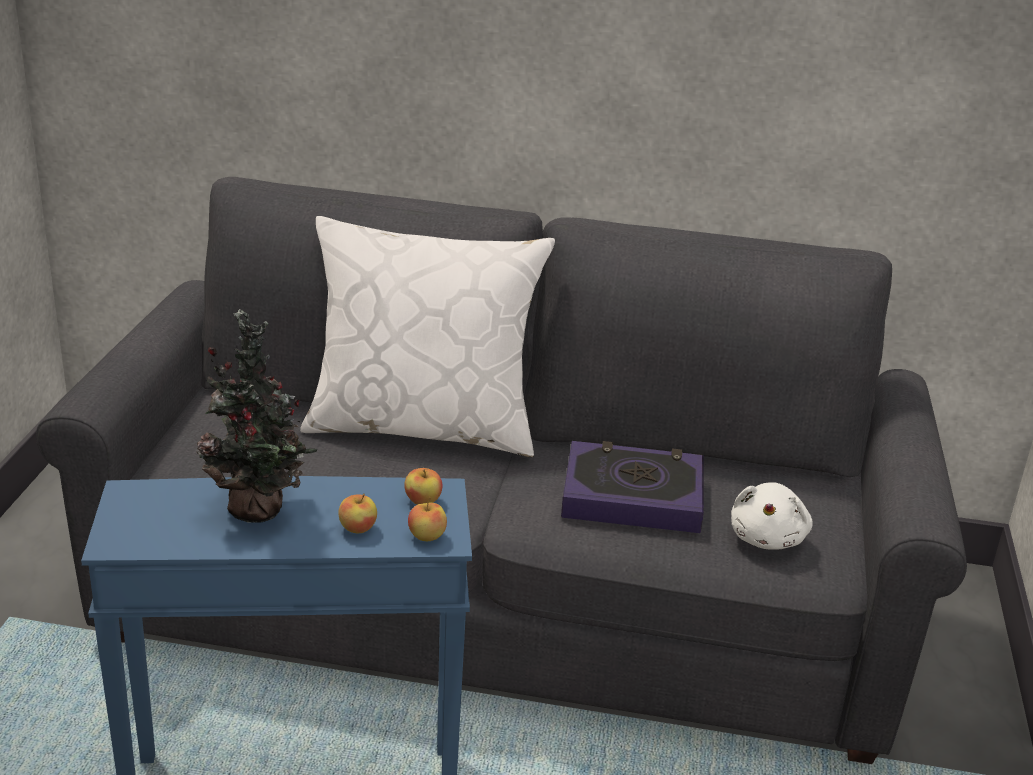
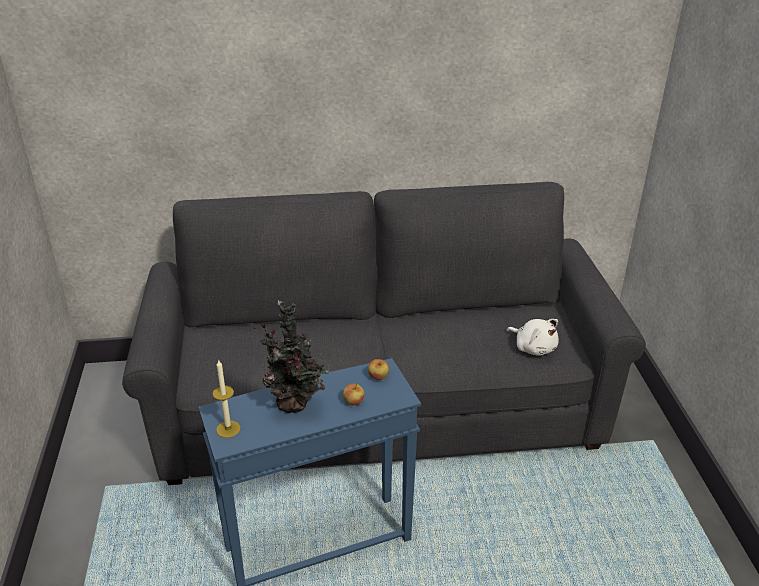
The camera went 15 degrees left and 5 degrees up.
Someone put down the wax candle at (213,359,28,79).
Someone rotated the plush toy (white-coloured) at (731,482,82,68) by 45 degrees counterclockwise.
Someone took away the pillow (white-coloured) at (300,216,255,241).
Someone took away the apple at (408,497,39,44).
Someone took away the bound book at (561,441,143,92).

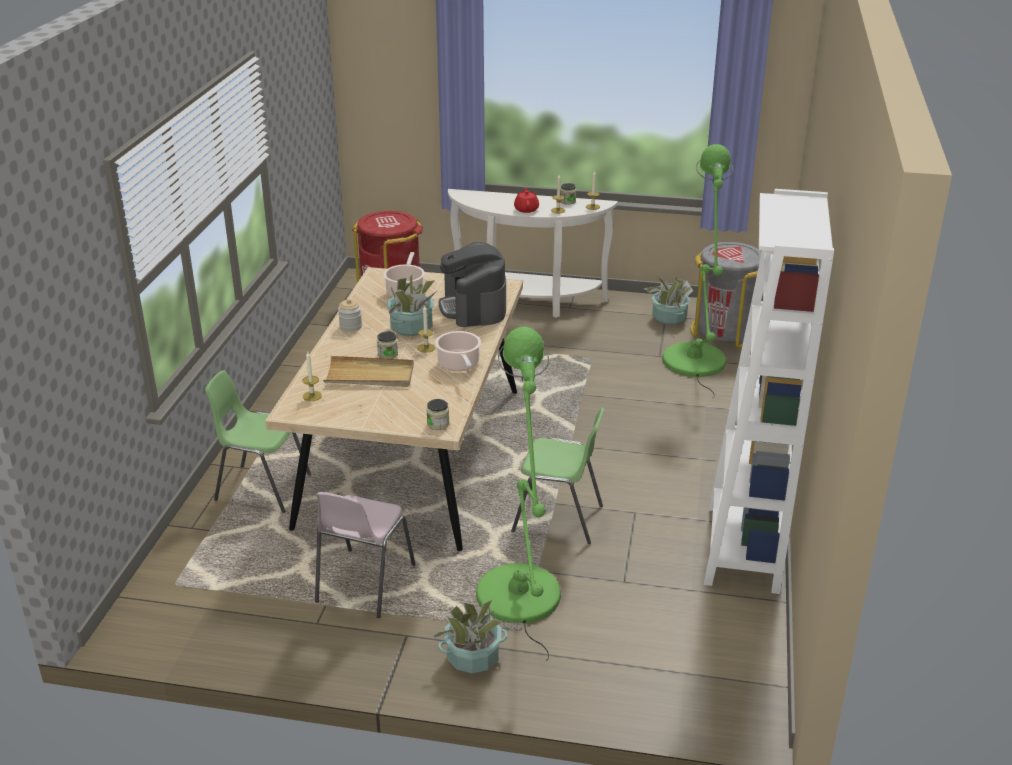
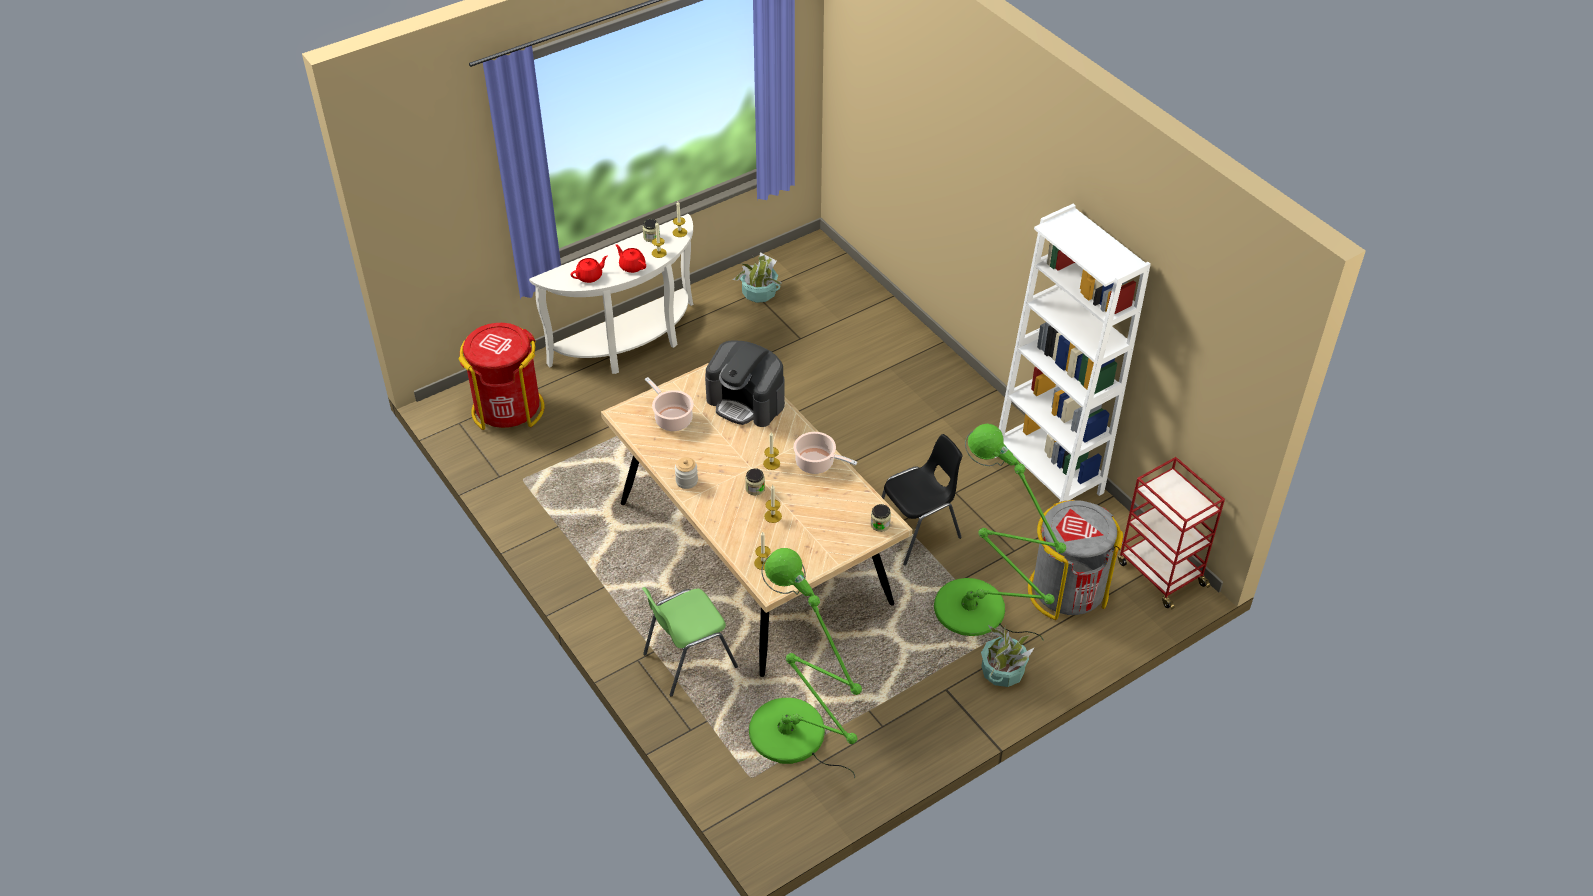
The camera went 45 degrees left and 15 degrees up.
Someone put down the pot for tea (reddish) at (571,256,37,27).
Someone carried the floor lamp (greenish) from (662,144,71,254) to (749,548,113,230).
Someone swapped the serving tray (sand-coloured) at (323,356,91,31) for the wax candle at (764,485,18,38).
Someone repainted the plain chair (greenish) at (511,408,94,136), which became the plain chair (black) at (882,434,80,132).
Someone carried the rubbish bin (greyish) from (690,242,72,106) to (1028,500,96,120).
Someone put down the wheeled cart (reddish) at (1118,457,107,152).
Someone took away the plain chair (pink) at (315,492,101,126).
Someone took away the potted plant at (387,274,51,62).

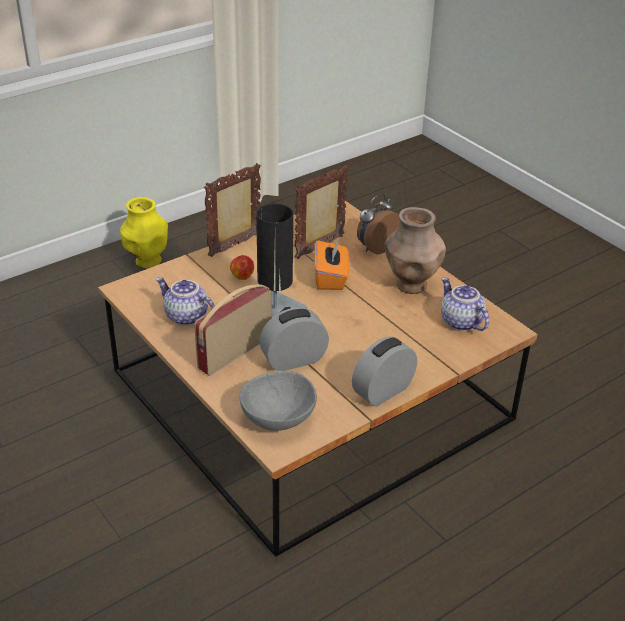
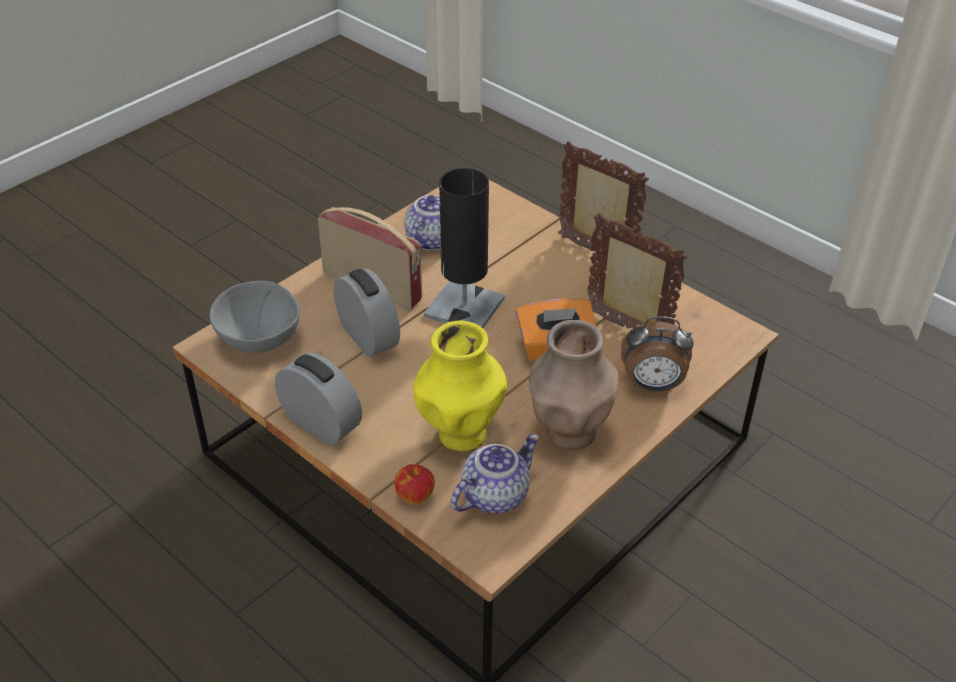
The camera went 80 degrees right and 5 degrees up.
Someone carried the apple from (230,255,24,25) to (394,464,41,41).
Someone carried the vase (yellow-coloured) from (120,197,48,72) to (413,321,94,131).
Someone rotated the bedside clock at (357,194,43,60) by 150 degrees clockwise.

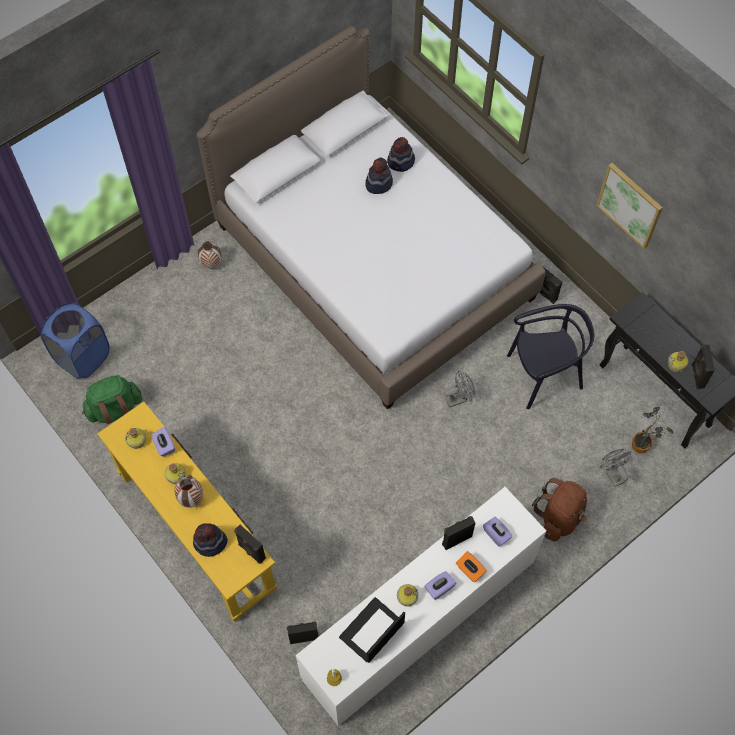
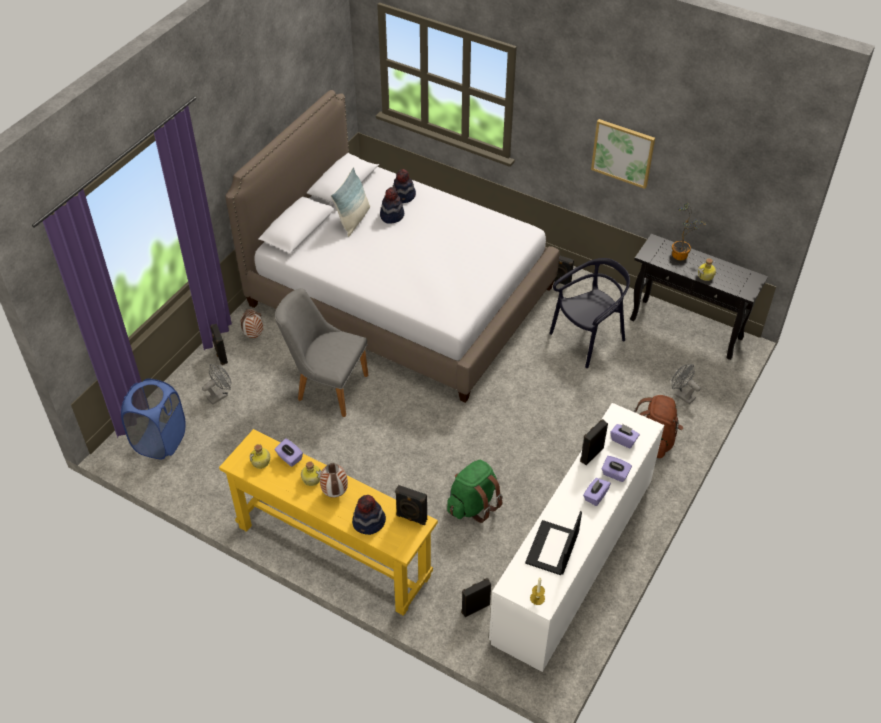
The camera went 20 degrees left and 15 degrees down.
Someone carried the electric fan (greyish) from (444,370,31,38) to (202,364,29,40).
Someone carried the speaker (black) from (692,344,23,45) to (210,324,18,41).
Someone put down the plain chair (greyish) at (275,288,93,129).
Someone put down the pillow at (331,167,39,70).
Someone carried the backpack (greenish) from (82,375,61,51) to (447,460,56,63).
Someone repainted the tissue holder (orangey) at (456,551,31,31), which became the tissue holder (purple) at (602,456,30,26).
Someone carried the potted plant from (632,407,41,46) to (672,203,35,57).
Someone took away the beverage bottle at (397,584,22,23).

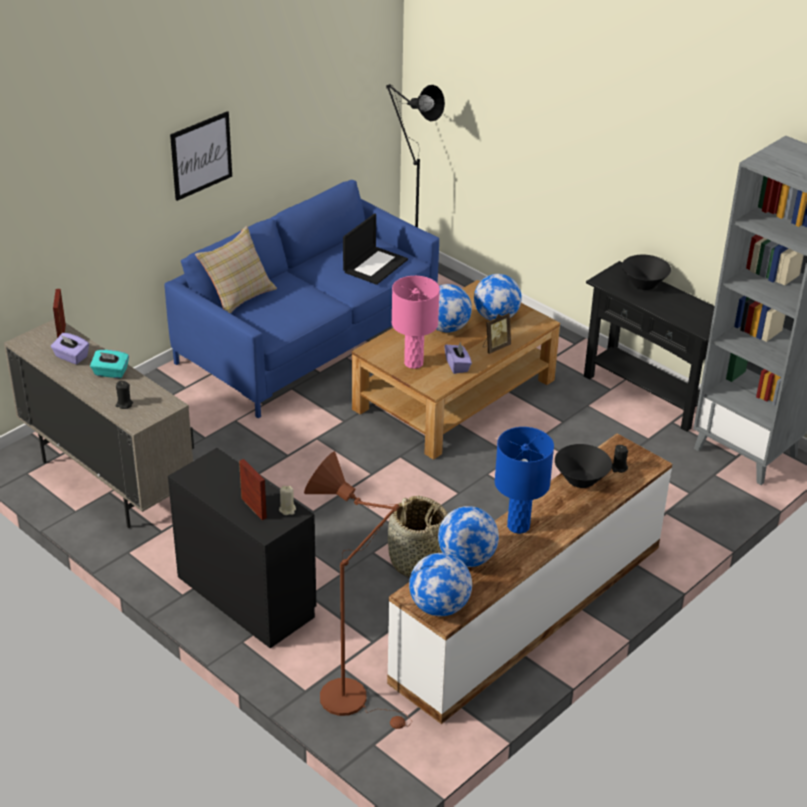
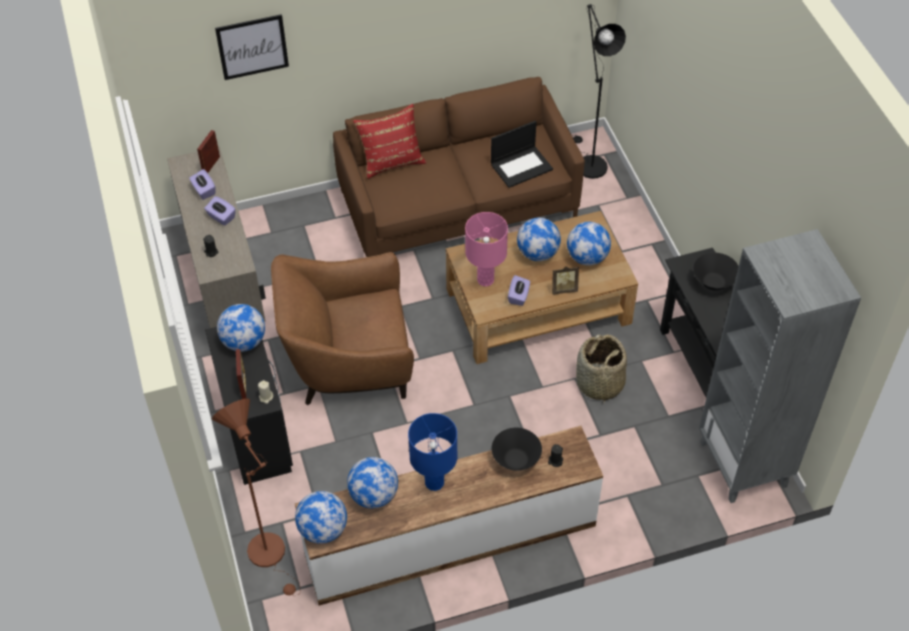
The camera went 30 degrees right and 15 degrees up.
Someone repainted the tissue holder (blue-green) at (90,350,39,28), which became the tissue holder (purple) at (204,196,32,30).
Someone carried the picture from (170,111,62,90) to (215,14,74,66).
Someone put down the desk globe at (217,304,48,48).
Someone put down the armchair (brownish) at (271,252,143,153).
Someone repainted the couch (blue) at (164,180,275,238), which became the couch (brownish) at (333,77,252,180).
Someone repainted the pillow (sand-coloured) at (195,226,82,87), which became the pillow (reddish) at (353,104,73,75).
Someone carried the basket from (388,495,60,82) to (576,334,51,70).

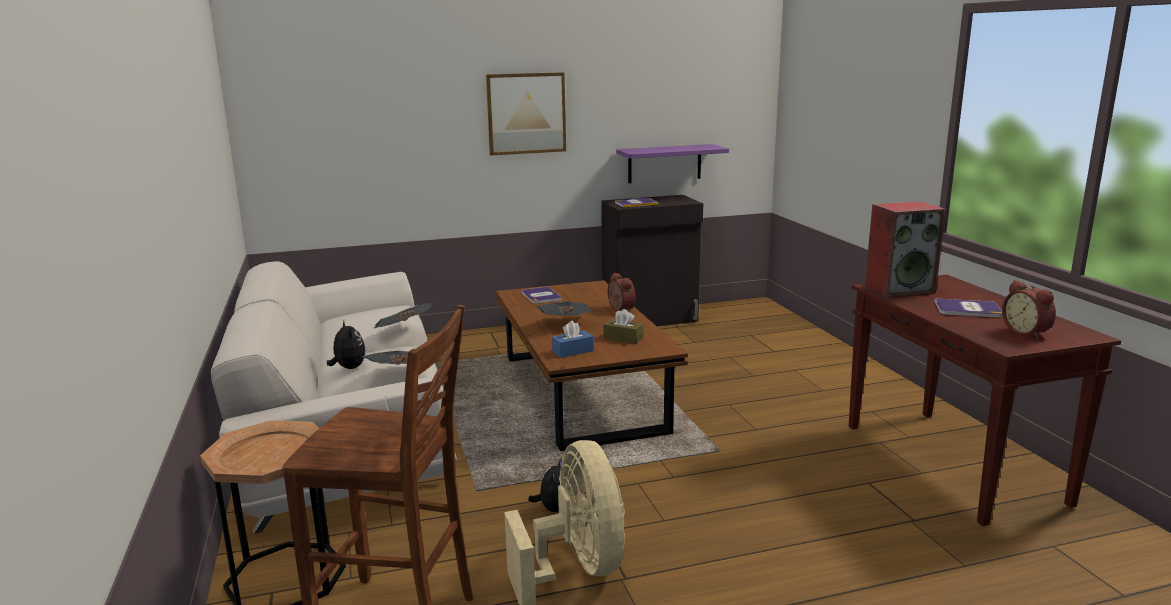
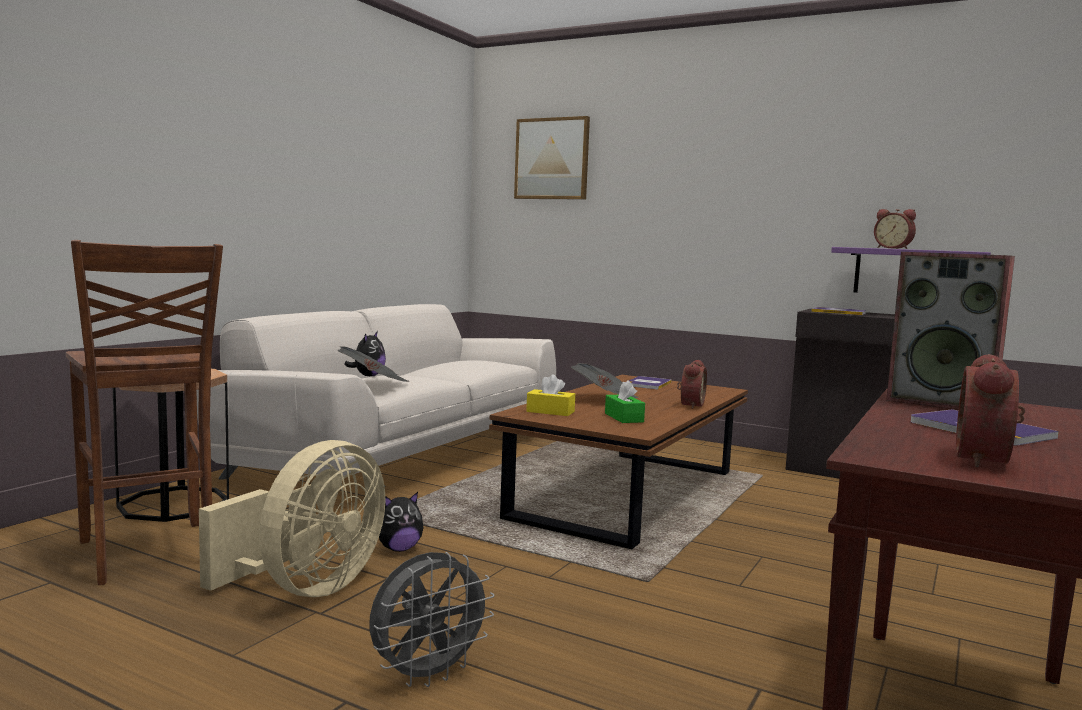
The camera went 45 degrees right and 10 degrees down.
Someone put down the electric fan (greyish) at (370,552,125,135).
Someone carried the picture from (486,72,80,83) to (514,116,76,84).
Someone repainted the tissue holder (blue) at (552,321,42,37), which became the tissue holder (yellow-coloured) at (526,375,49,41).
Someone repainted the tissue holder (brownish) at (603,309,40,35), which became the tissue holder (greenish) at (605,380,40,43).
Someone put down the bedside clock at (874,209,42,40).
Someone took away the printed paper at (374,303,59,25).

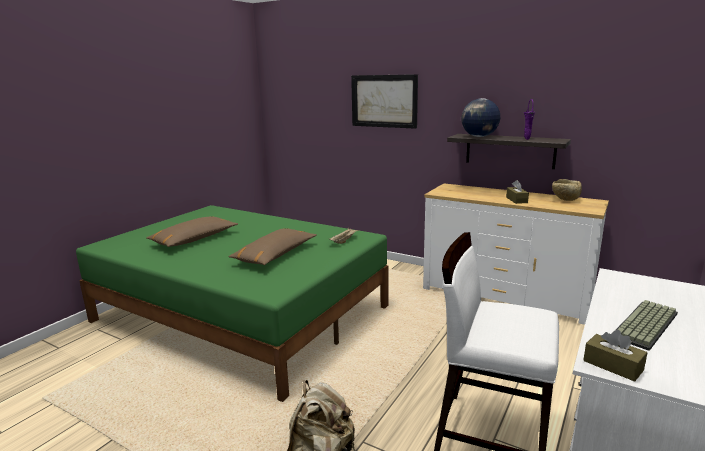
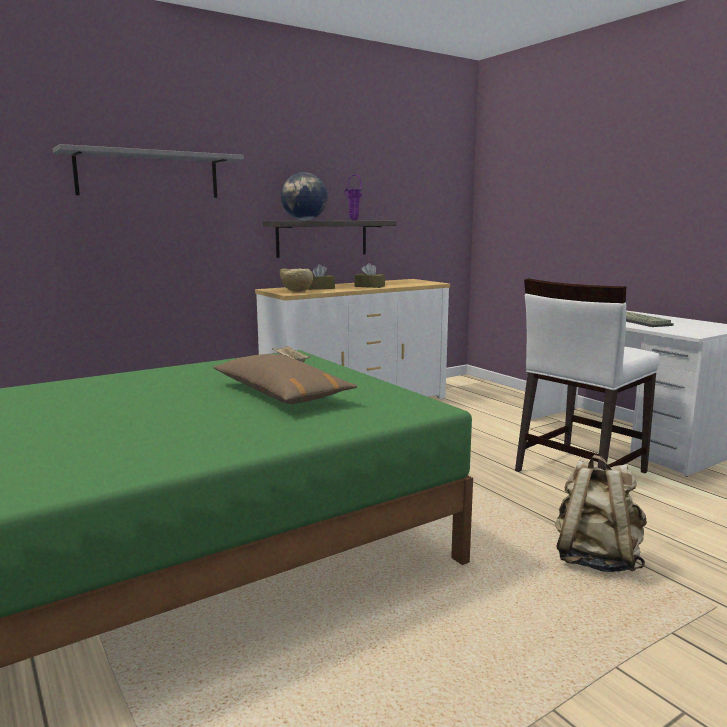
The camera went 65 degrees left and 5 degrees down.
Someone swapped the picture at (351,74,67,55) for the wall shelf (greyish) at (53,144,191,54).
Someone carried the serving bowl (sand-coloured) from (552,179,30,22) to (280,268,33,24).
Someone carried the tissue holder (brownish) from (583,330,64,52) to (307,264,28,26).
Someone took away the pillow (brownish) at (146,216,92,31).

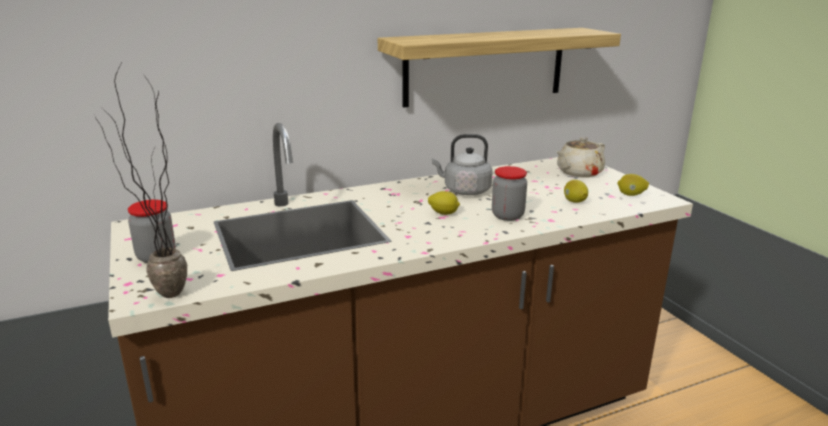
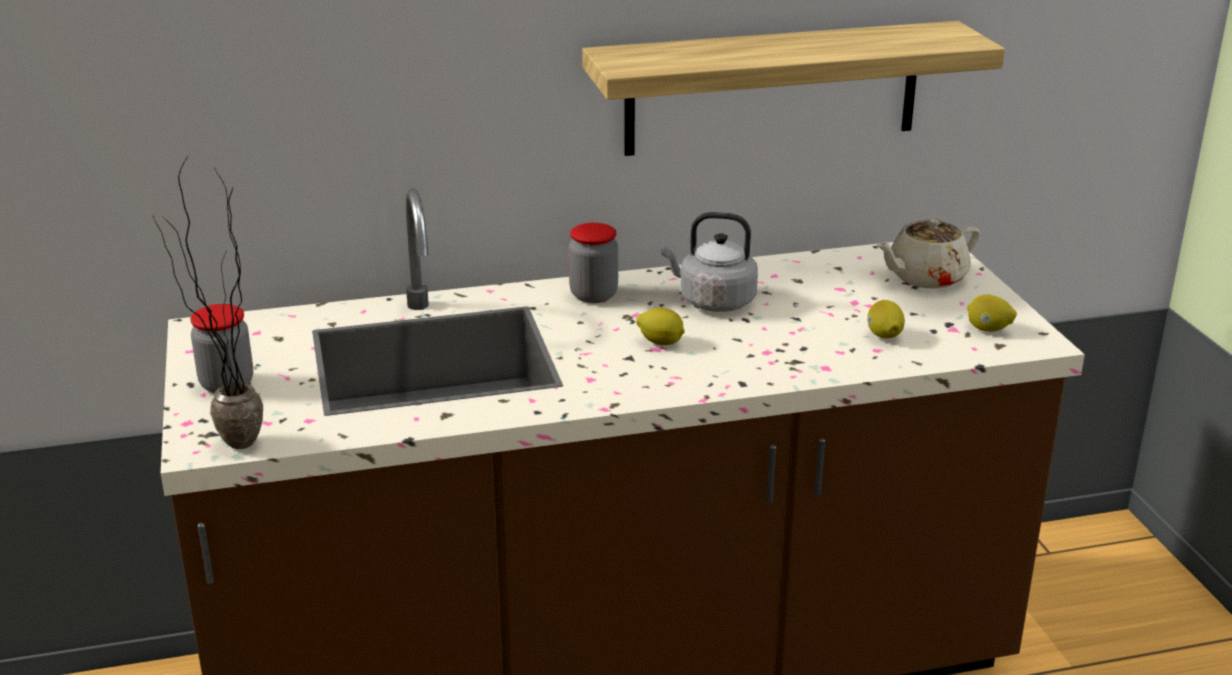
The camera went 10 degrees right and 5 degrees up.
Someone carried the storage jar from (492,166,35,55) to (569,223,49,80).

